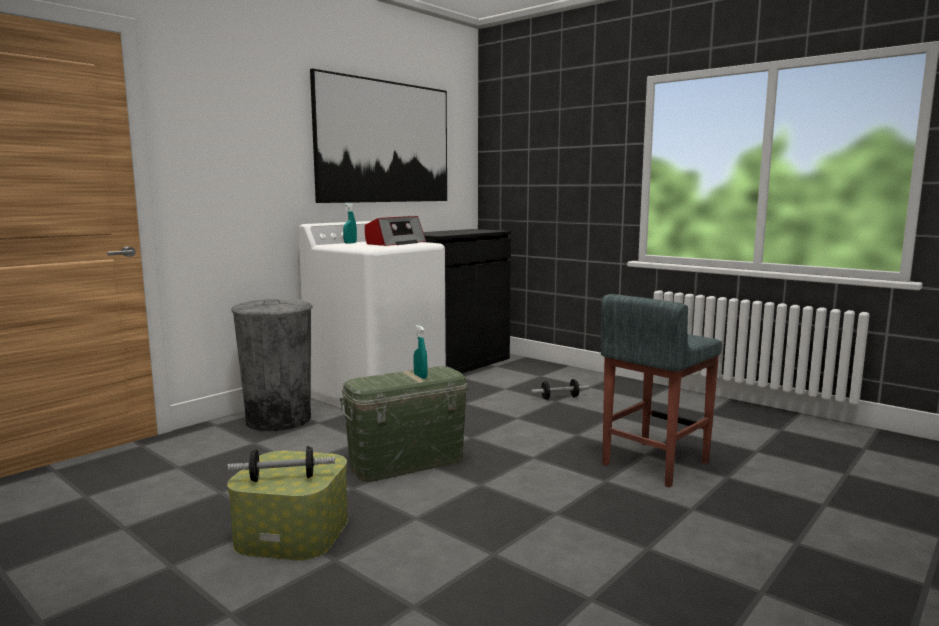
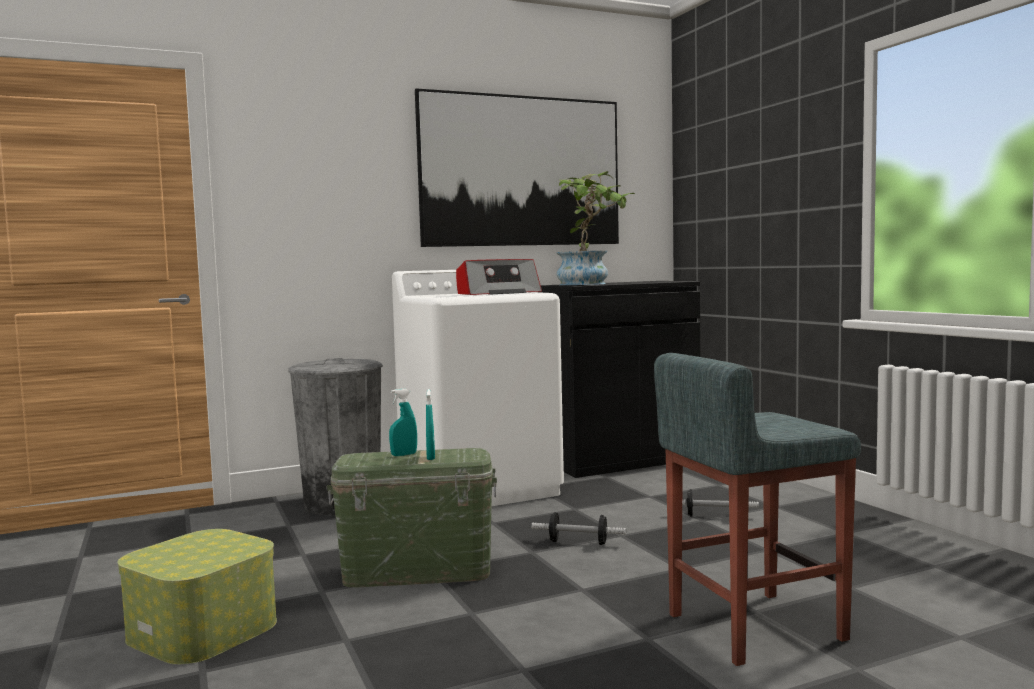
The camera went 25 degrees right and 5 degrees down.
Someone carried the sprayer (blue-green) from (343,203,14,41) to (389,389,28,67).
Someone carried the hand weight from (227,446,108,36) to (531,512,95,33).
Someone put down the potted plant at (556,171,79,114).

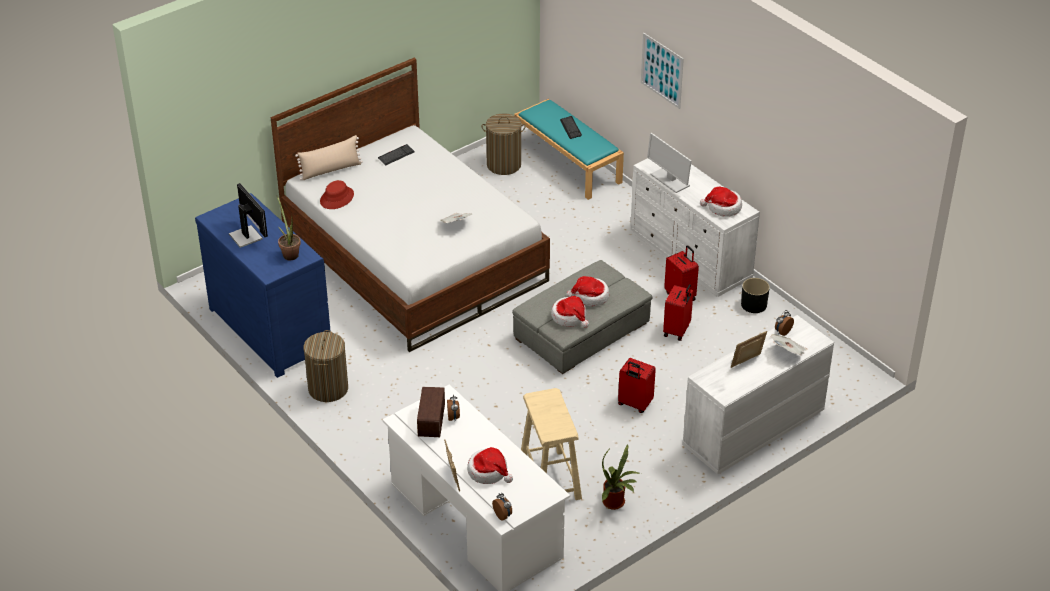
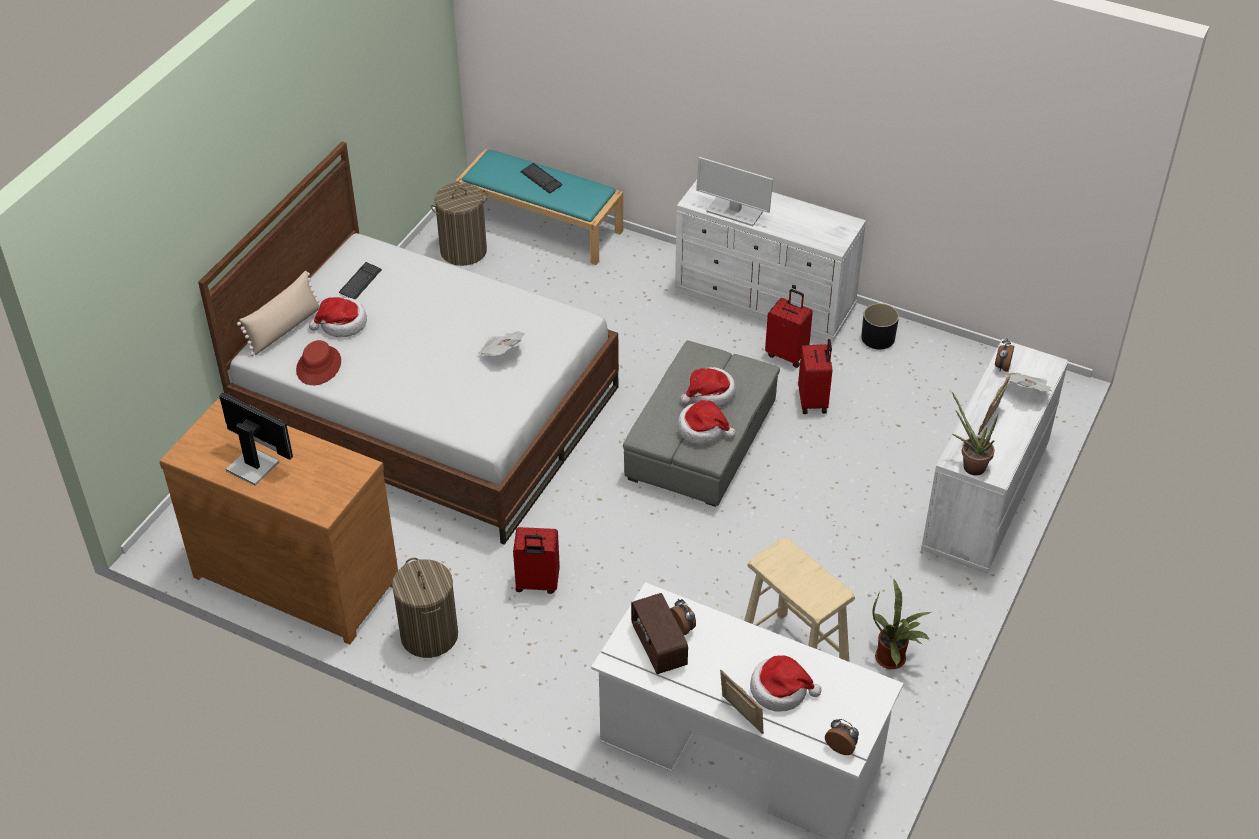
The camera went 25 degrees left and 5 degrees up.
Someone repainted the dresser (blue) at (195,193,136,185), which became the dresser (brownish) at (160,399,238,246).
Someone carried the hat from (700,187,42,30) to (309,297,58,40).
Someone carried the travel case (reddish) from (618,358,38,55) to (513,527,47,67).
Someone carried the potted plant from (277,196,24,64) to (952,392,46,83).
Someone took away the picture at (641,33,43,76).

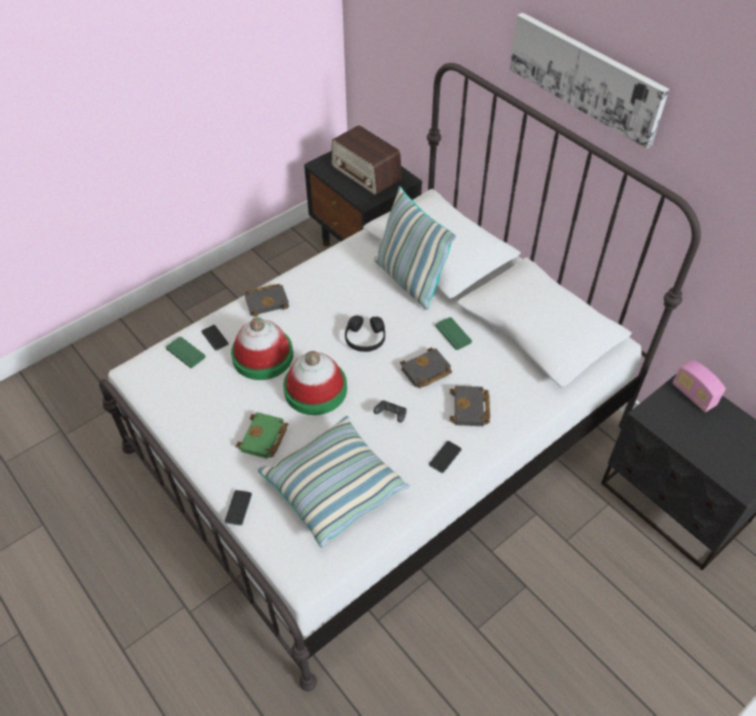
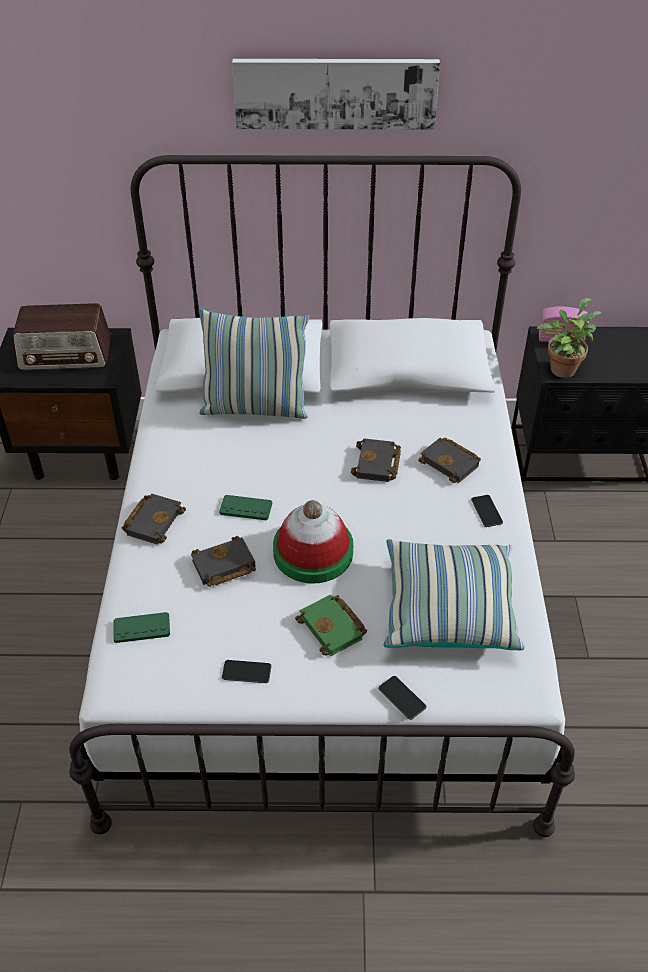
The camera went 50 degrees left and 5 degrees down.
Someone swapped the hat at (231,317,62,63) for the bound book (black) at (191,536,65,51).
Someone carried the game controller (greenish) from (435,317,37,33) to (219,495,53,25).
Someone carried the phone from (201,325,28,26) to (222,660,49,23).
Someone put down the potted plant at (537,298,64,80).
Someone took away the pair of headphones (black) at (345,316,40,36).
Someone took away the game controller (black) at (373,400,34,23).

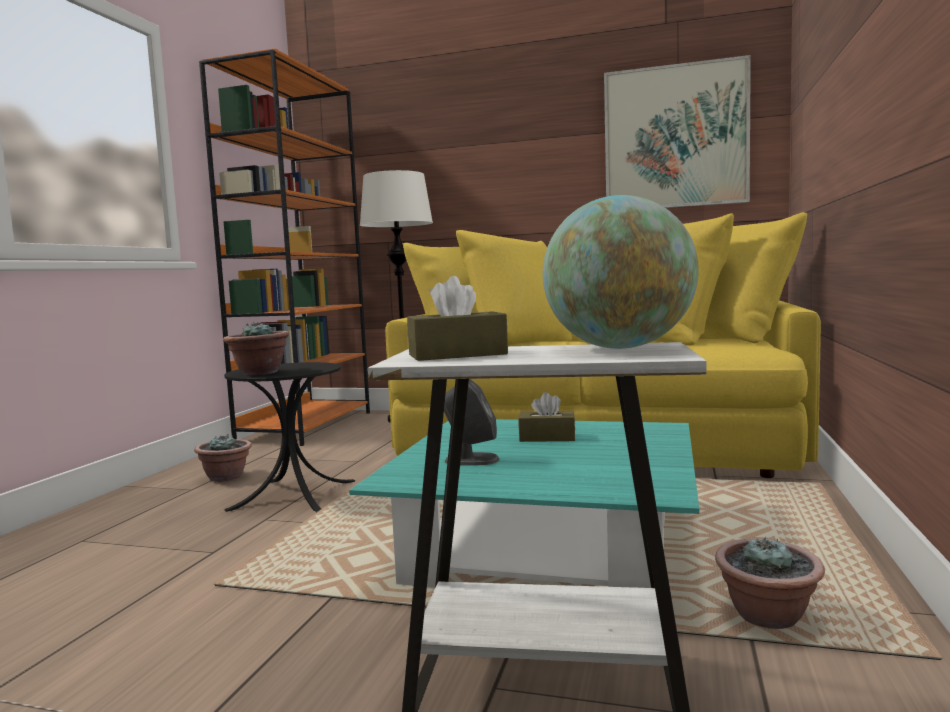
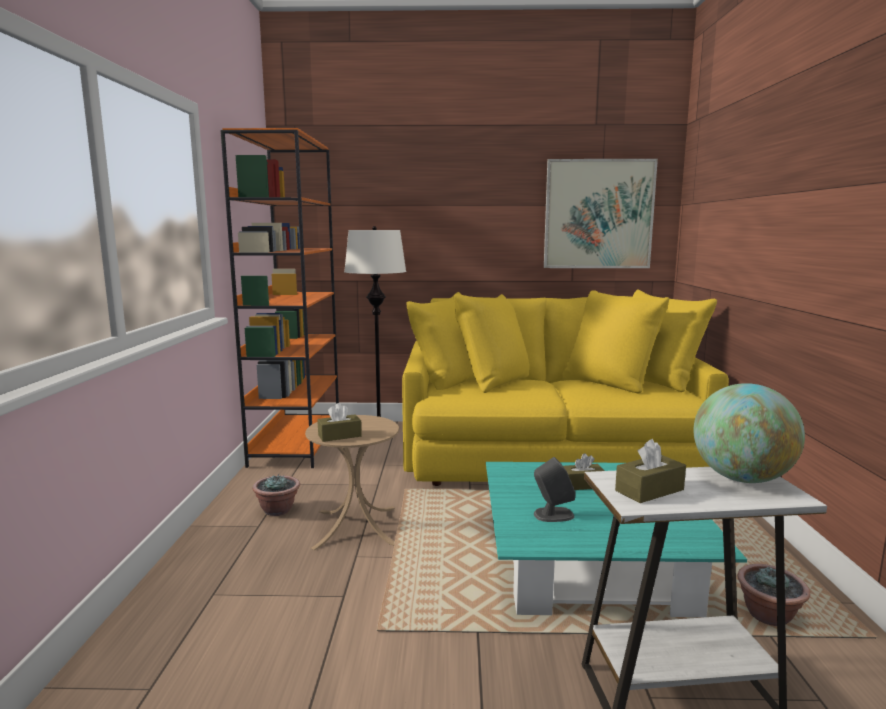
The camera went 15 degrees left and 5 degrees up.
Someone repainted the side table (black) at (224,362,131,150), which became the side table (sand-coloured) at (305,415,94,135).
Someone swapped the potted plant at (223,322,66,54) for the tissue holder (brownish) at (318,403,44,39).

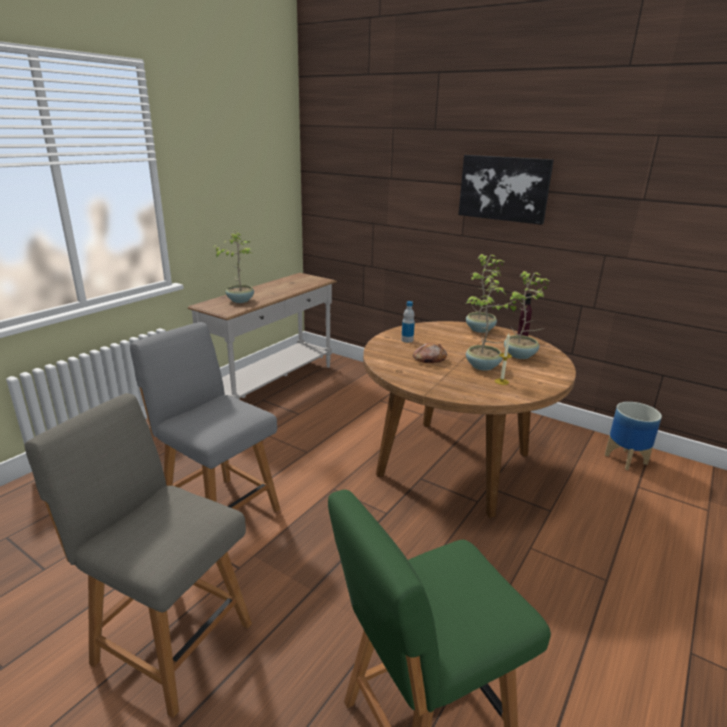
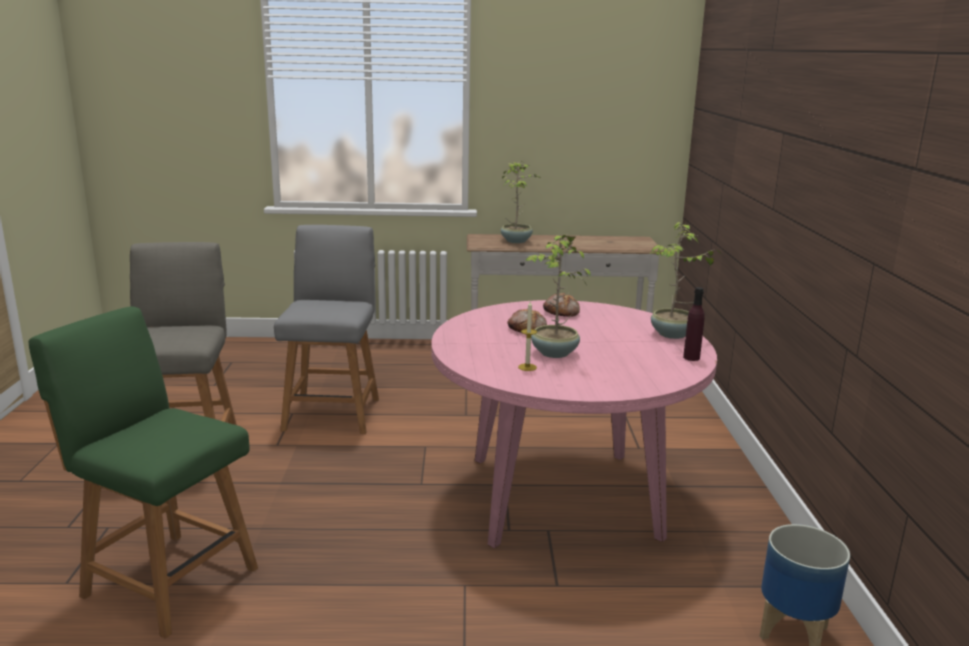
The camera went 55 degrees right and 5 degrees down.
Someone repainted the dinner table (brownish) at (363,321,213,197), which became the dinner table (pink) at (431,300,286,248).
Someone swapped the beverage bottle at (401,301,14,42) for the bread at (543,293,37,24).
Someone took away the picture at (458,155,96,70).
Someone took away the potted plant at (504,271,45,88).

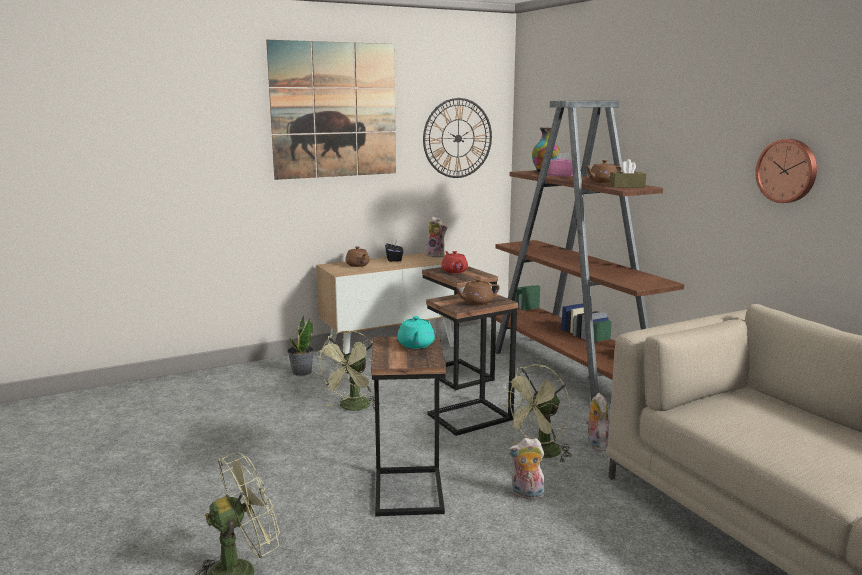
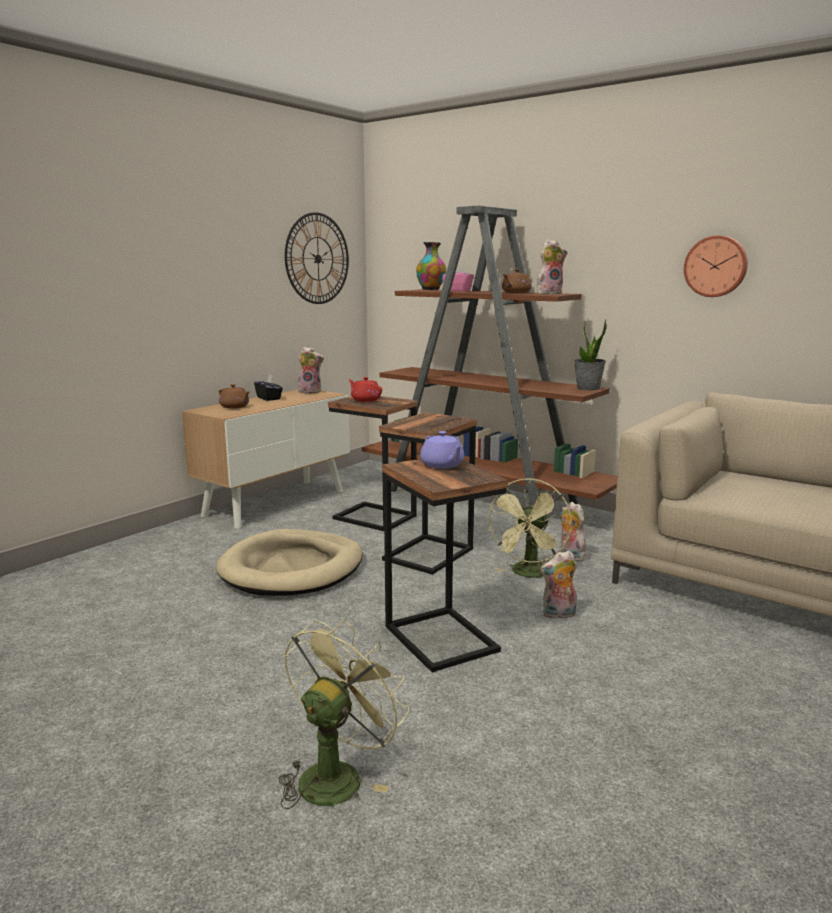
The camera went 25 degrees left and 0 degrees up.
Someone swapped the electric fan (greenish) at (315,330,66,81) for the pet bed (sand-coloured) at (216,529,147,67).
Someone repainted the pot for tea (blue-green) at (397,316,38,33), which became the pot for tea (purple) at (420,431,44,38).
Someone swapped the tissue holder (brownish) at (610,159,36,29) for the plush toy at (537,239,31,55).
Someone carried the potted plant from (287,316,27,60) to (574,320,33,70).
Someone took away the picture at (266,40,130,140).
Someone took away the pot for tea (brownish) at (453,279,47,26).

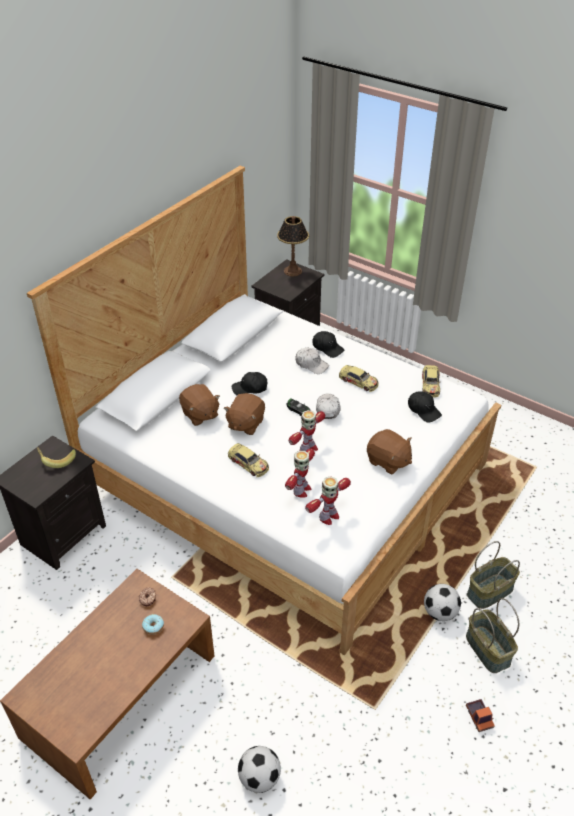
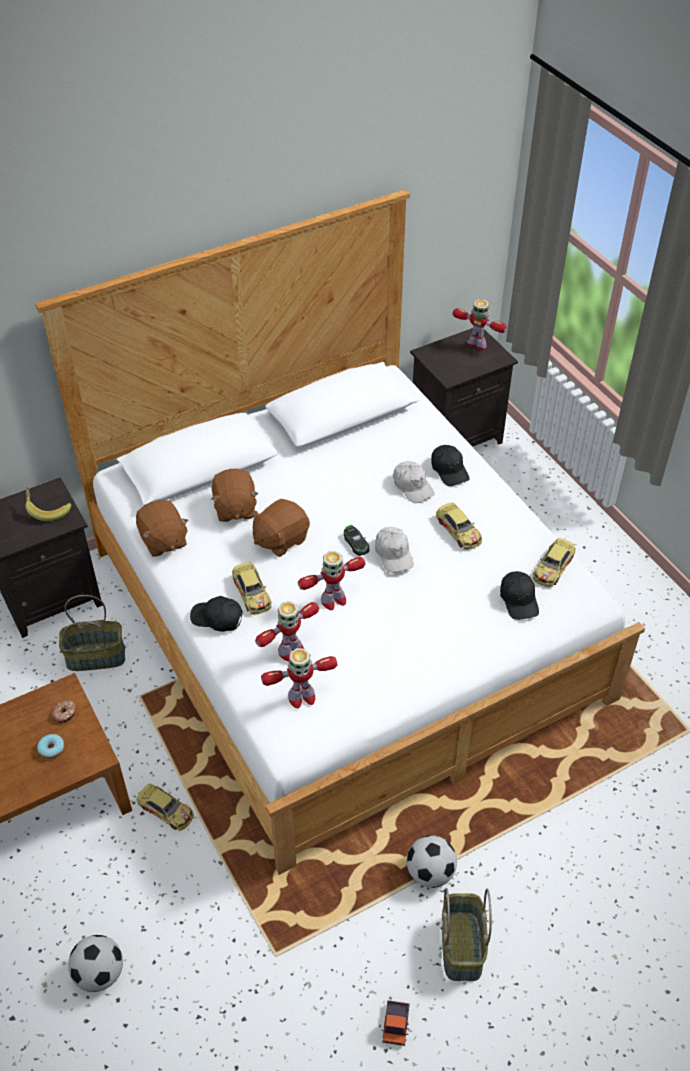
The camera went 25 degrees right and 5 degrees up.
Someone carried the basket from (467,541,53,68) to (59,595,66,76).
Someone carried the plush toy (brownish) from (367,429,45,46) to (136,500,53,57).
Someone put down the toy car at (137,784,57,47).
Someone carried the baseball cap (black) from (232,372,35,23) to (190,596,53,36).
Someone rotated the baseball cap (white-coloured) at (316,394,25,25) by 135 degrees clockwise.
Someone swapped the tabletop lamp at (277,216,32,60) for the toy robot at (453,299,54,51).

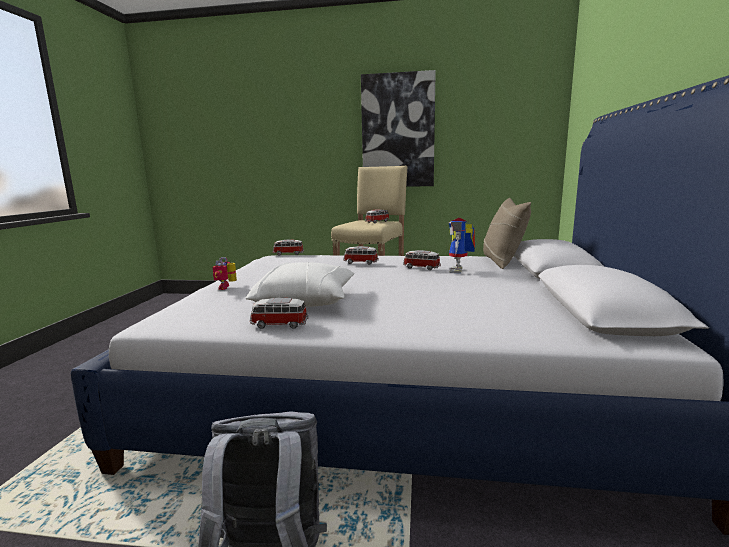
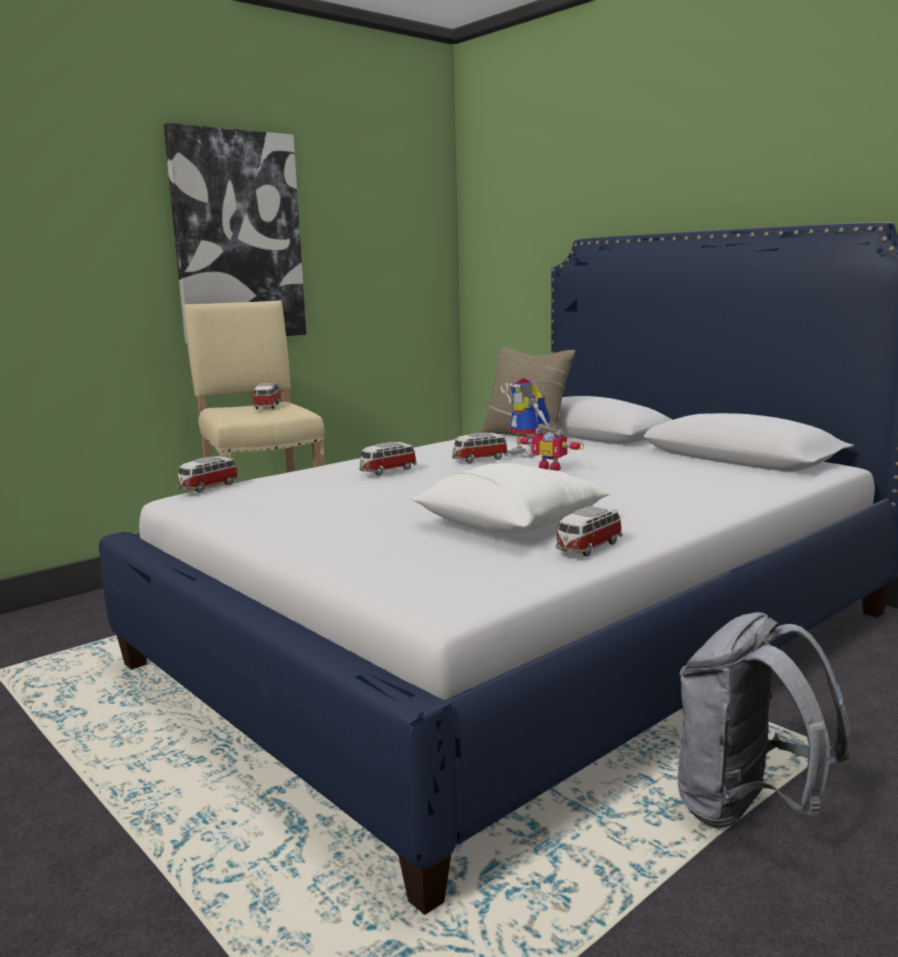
The camera went 50 degrees left and 0 degrees up.
Someone carried the toy robot from (213,257,24,33) to (517,427,68,44).

